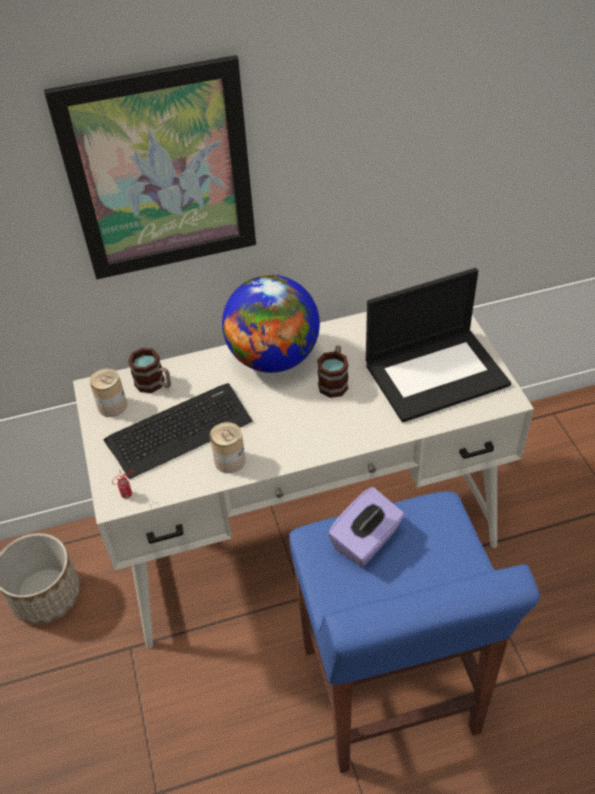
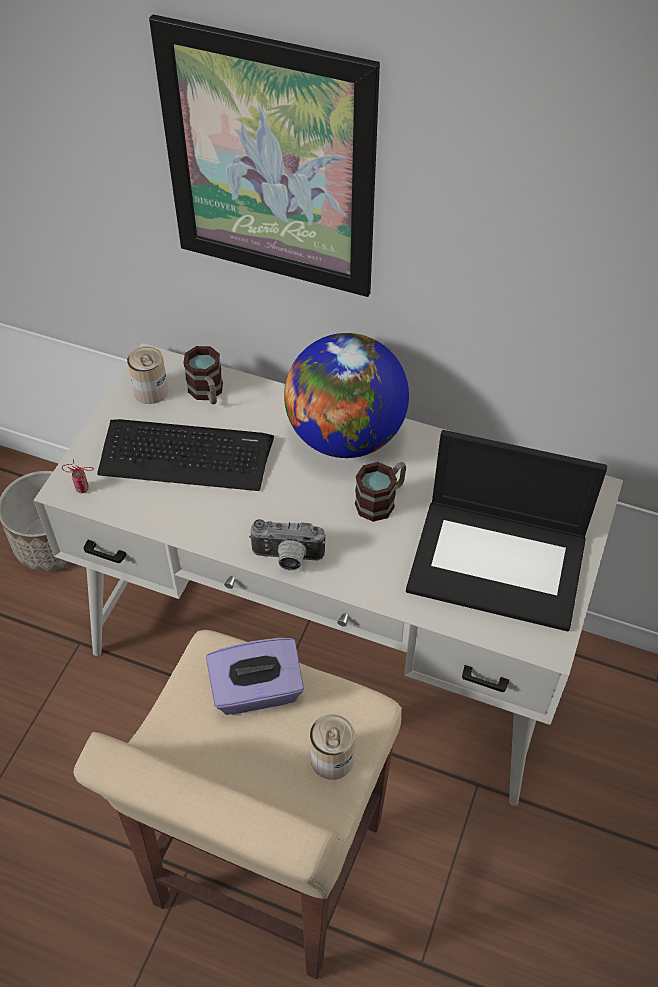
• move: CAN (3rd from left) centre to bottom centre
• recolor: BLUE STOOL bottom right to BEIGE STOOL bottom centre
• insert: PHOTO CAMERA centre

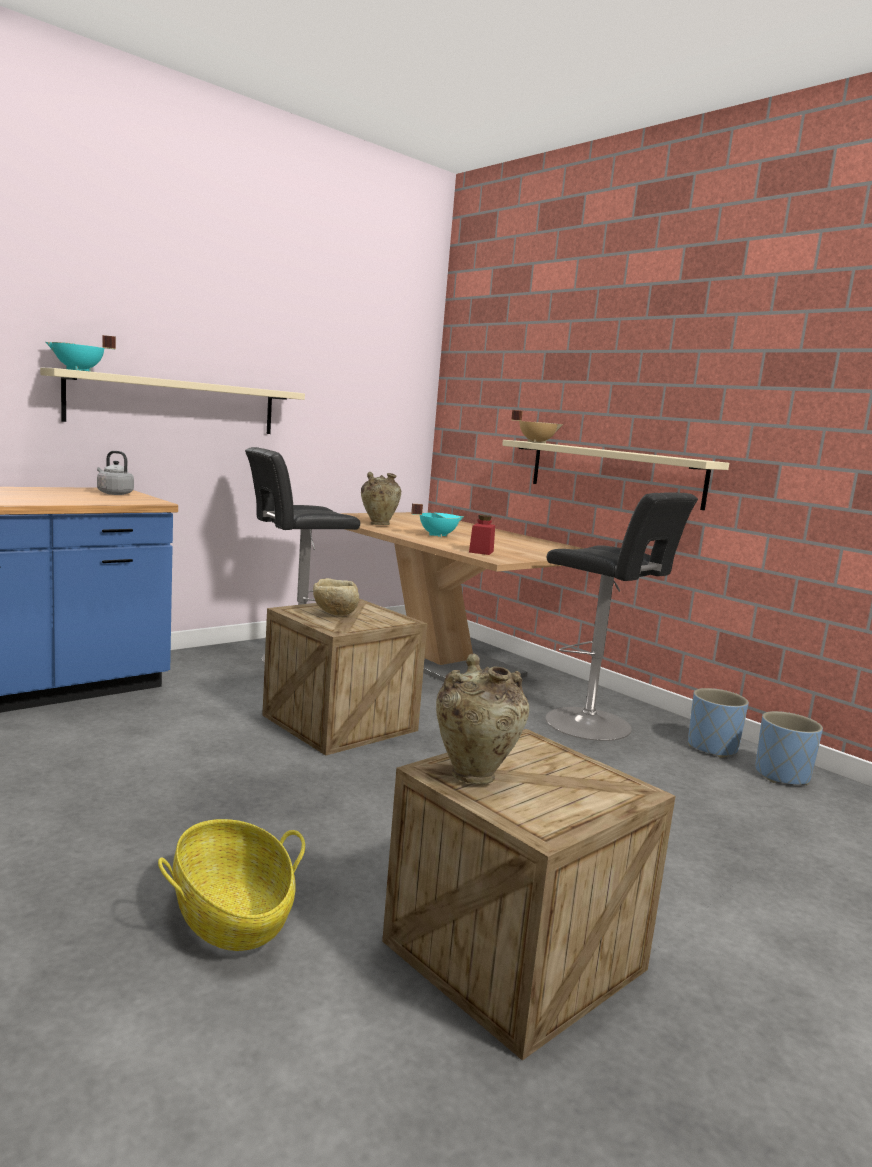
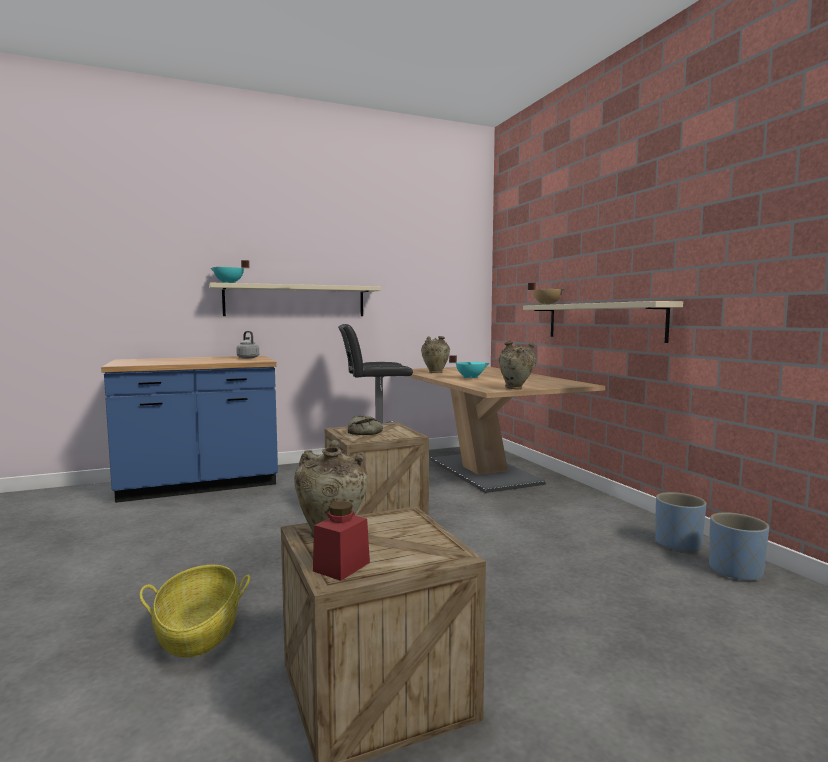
• delete: BLACK STOOL (2nd from left) middle right
• move: RED JAR centre to bottom centre
• replace: BEIGE BOWL centre to BREAD centre
• insert: BEIGE VASE (3rd from left) centre

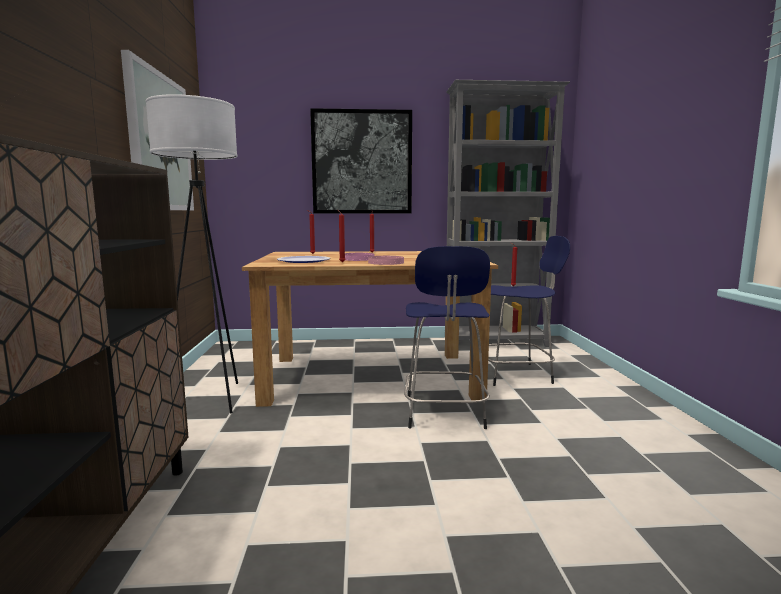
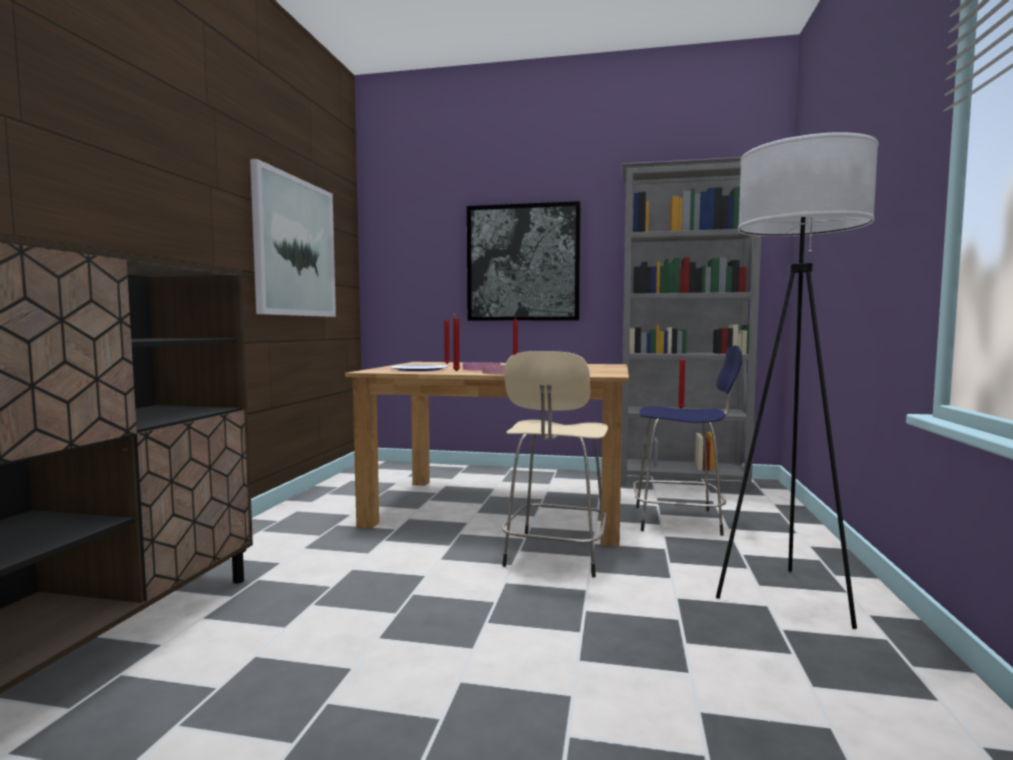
• move: WHITE FLOOR LAMP middle left to middle right
• recolor: BLUE STOOL (1st from left) centre to BEIGE STOOL centre

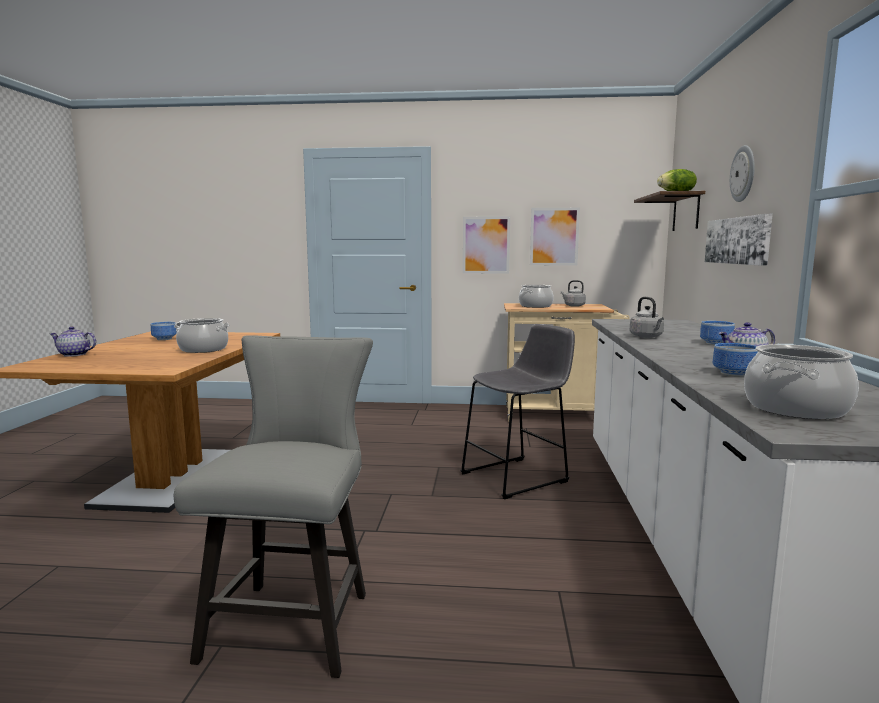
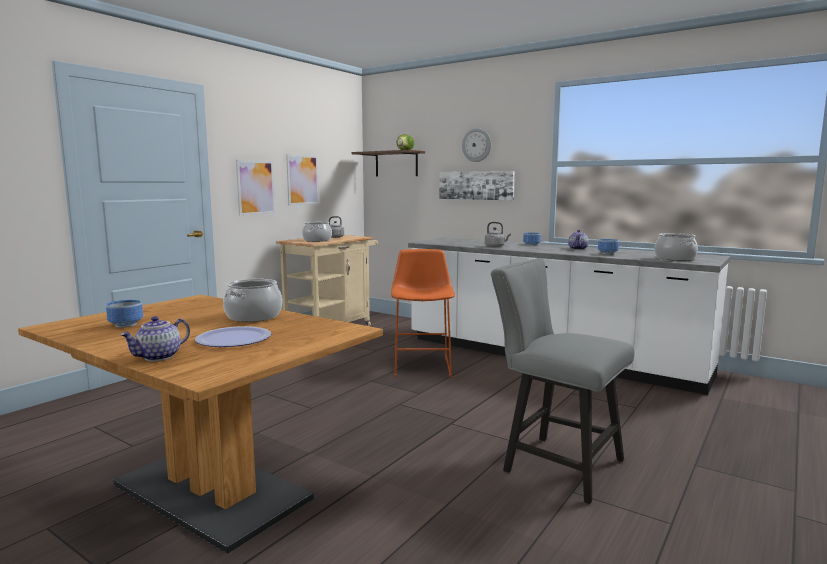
• recolor: GREY STOOL centre to ORANGE STOOL centre
• insert: PLATE middle left

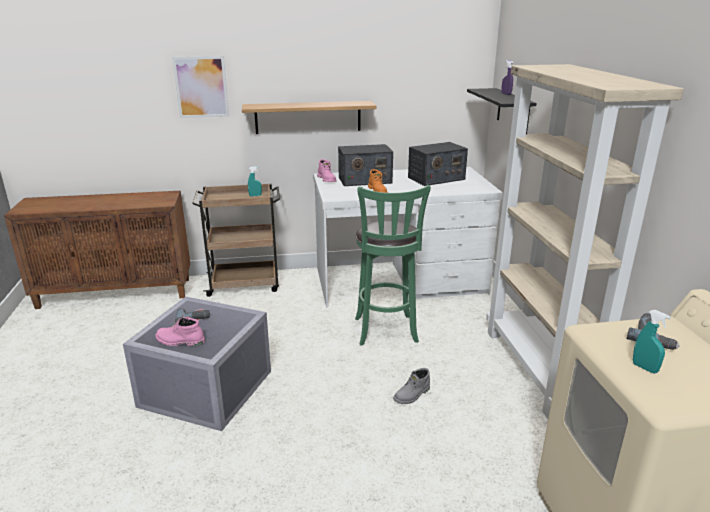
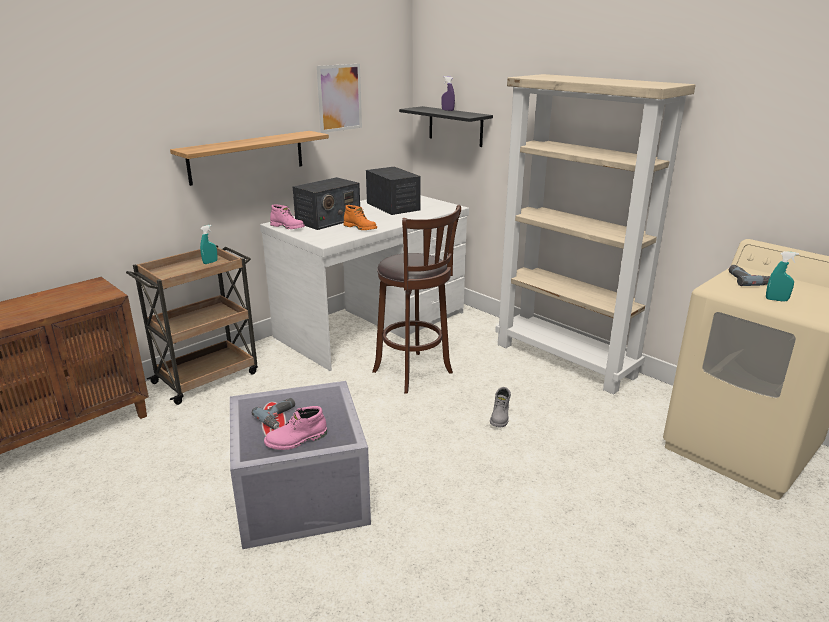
• move: PICTURE top left to top centre
• rotate: RADIO (2nd from left) top centre = top centre 60 degrees counterclockwise
• recolor: GREEN STOOL centre to BROWN STOOL centre

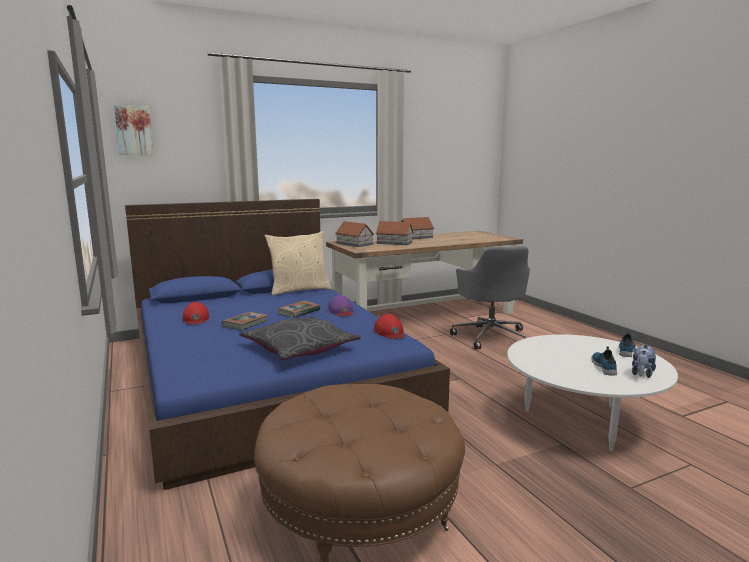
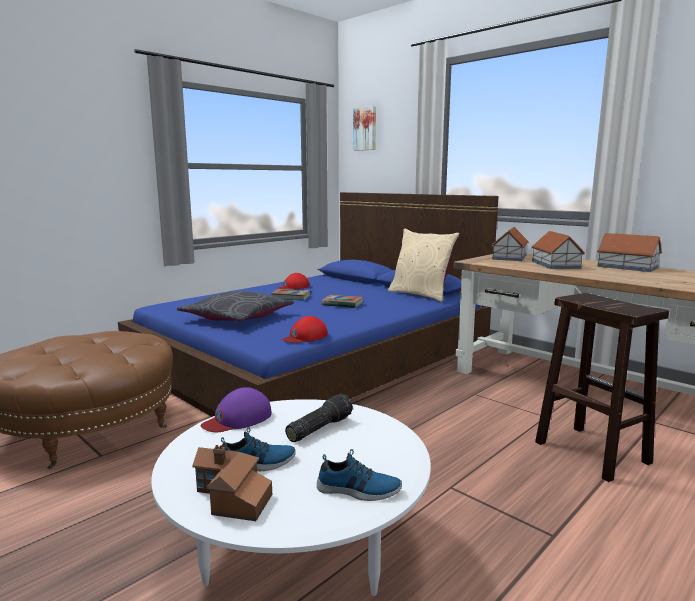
• replace: GREY OFFICE CHAIR centre to BROWN STOOL middle right
• move: PURPLE CAP centre to bottom centre
• replace: PLUSH TOY middle right to TOY HOUSE (1st from left) bottom centre
• insert: FLASHLIGHT bottom centre

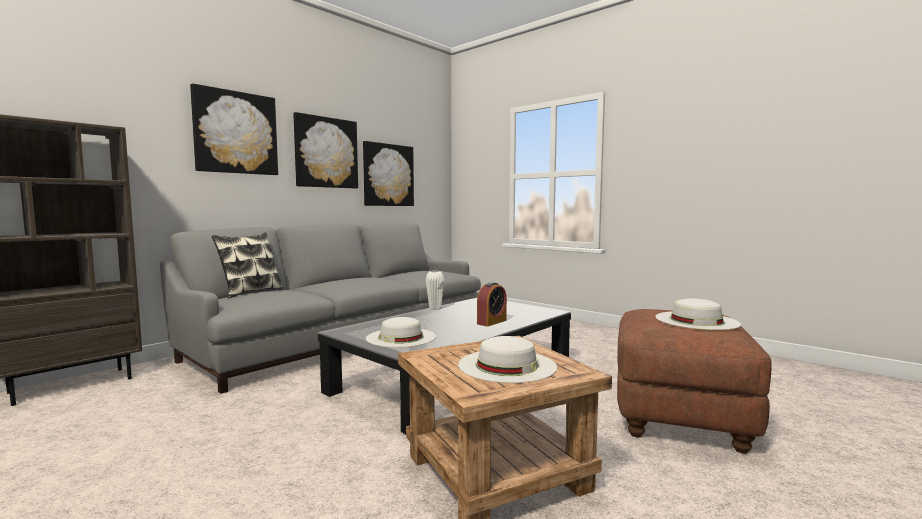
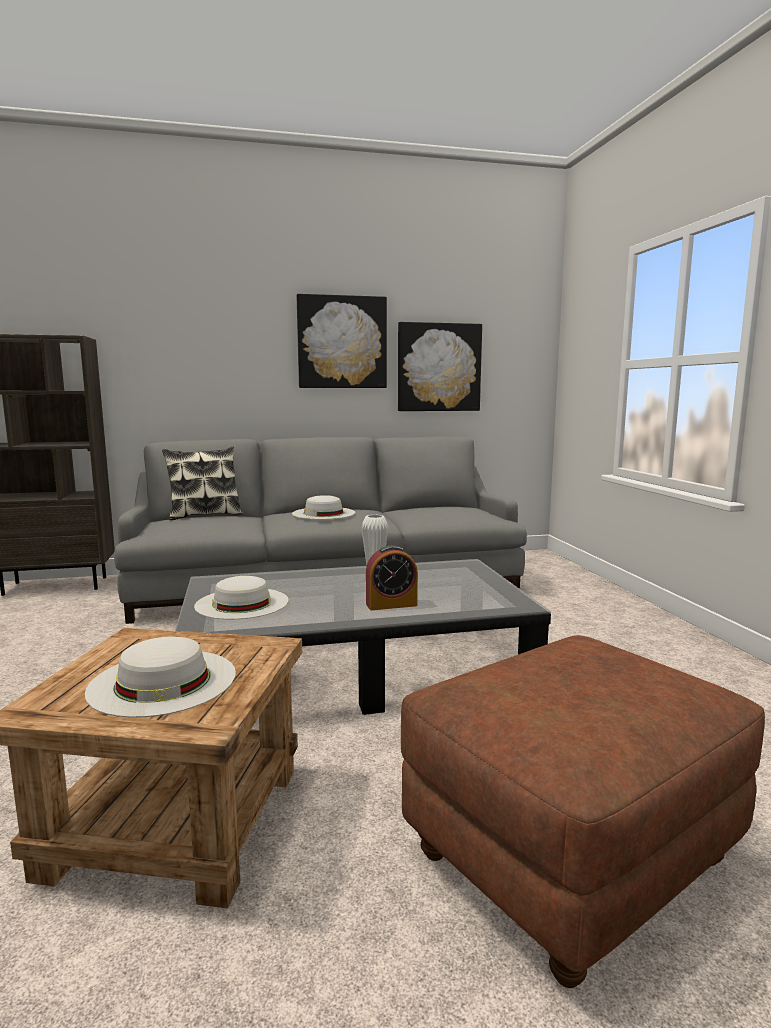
• delete: PICTURE (1st from left) top left
• move: WHITE HAT (3rd from left) middle right to centre

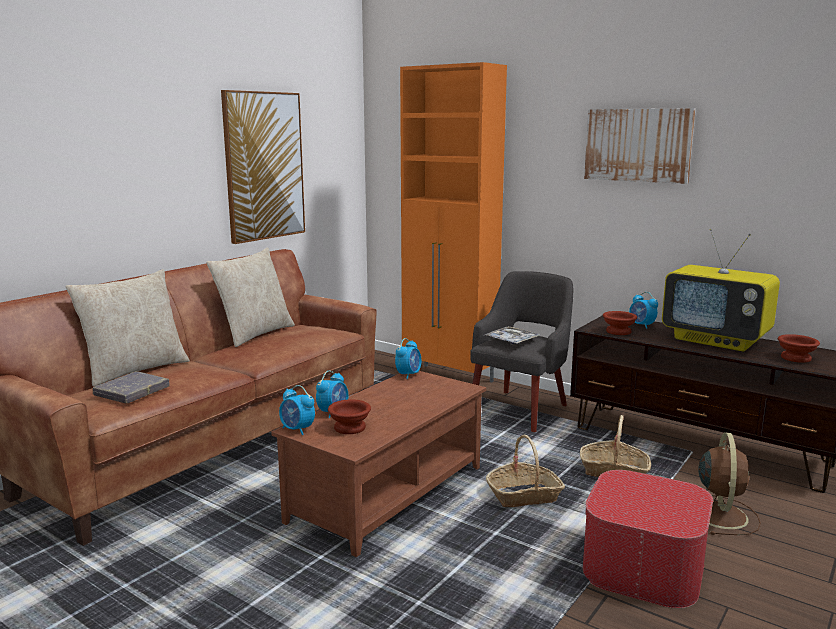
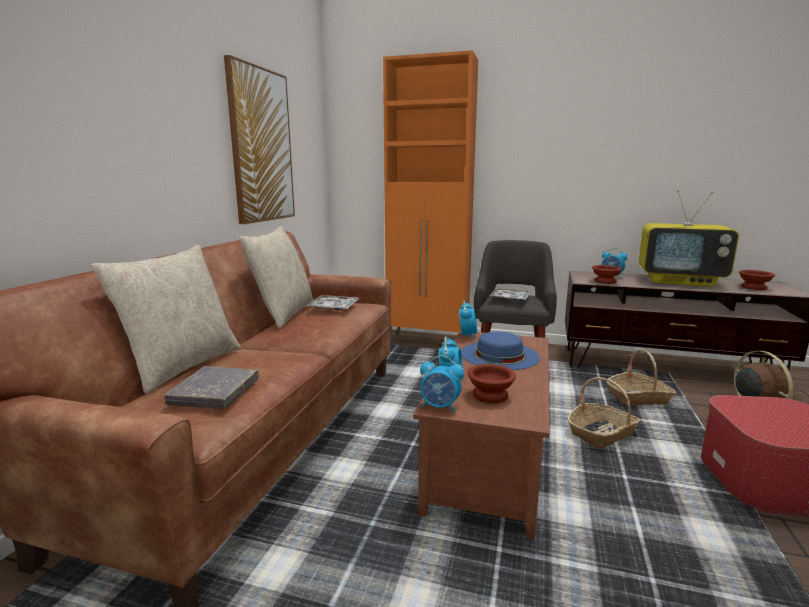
• delete: PICTURE (2nd from left) top right
• insert: TRAY (1st from left) centre
• insert: BLUE HAT centre

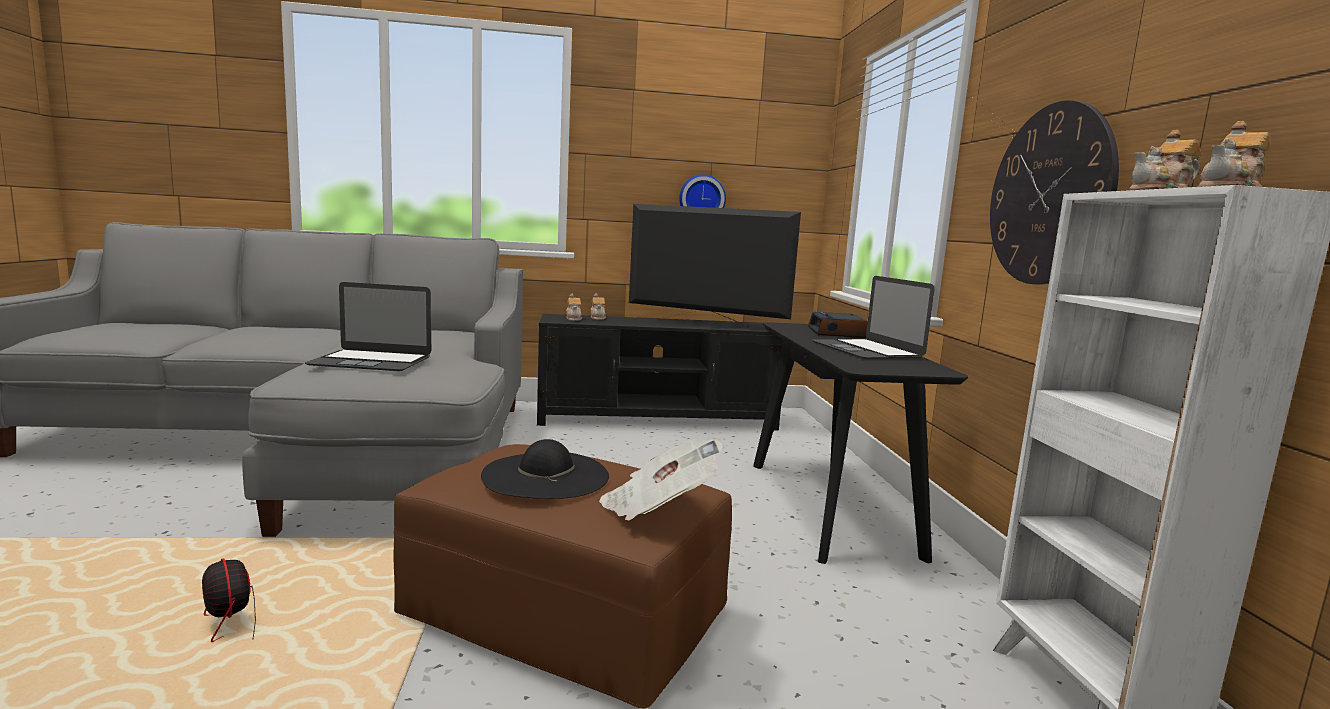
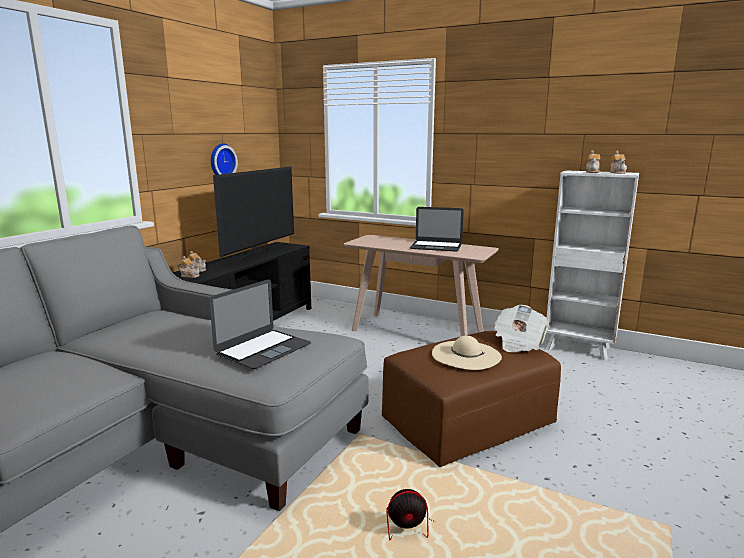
• delete: WALL CLOCK (2nd from left) top right
• rotate: TELEVISION centre = centre 150 degrees clockwise
• delete: ALARM CLOCK centre
• recolor: BLACK CONSOLE TABLE centre to BEIGE CONSOLE TABLE centre
• recolor: BLACK HAT centre to BEIGE HAT centre

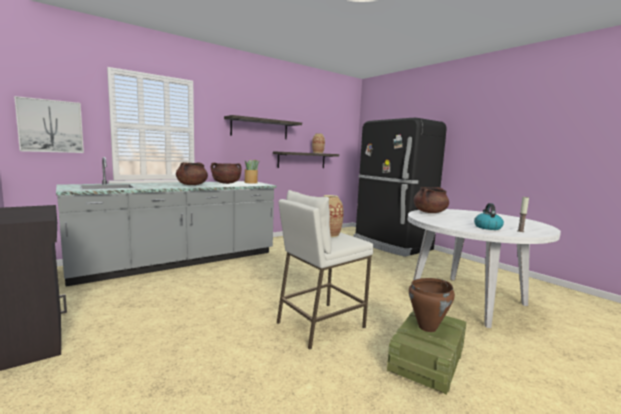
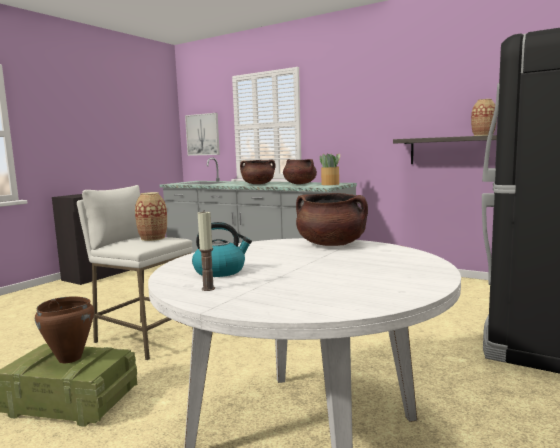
• delete: SHELF (1st from left) top centre

